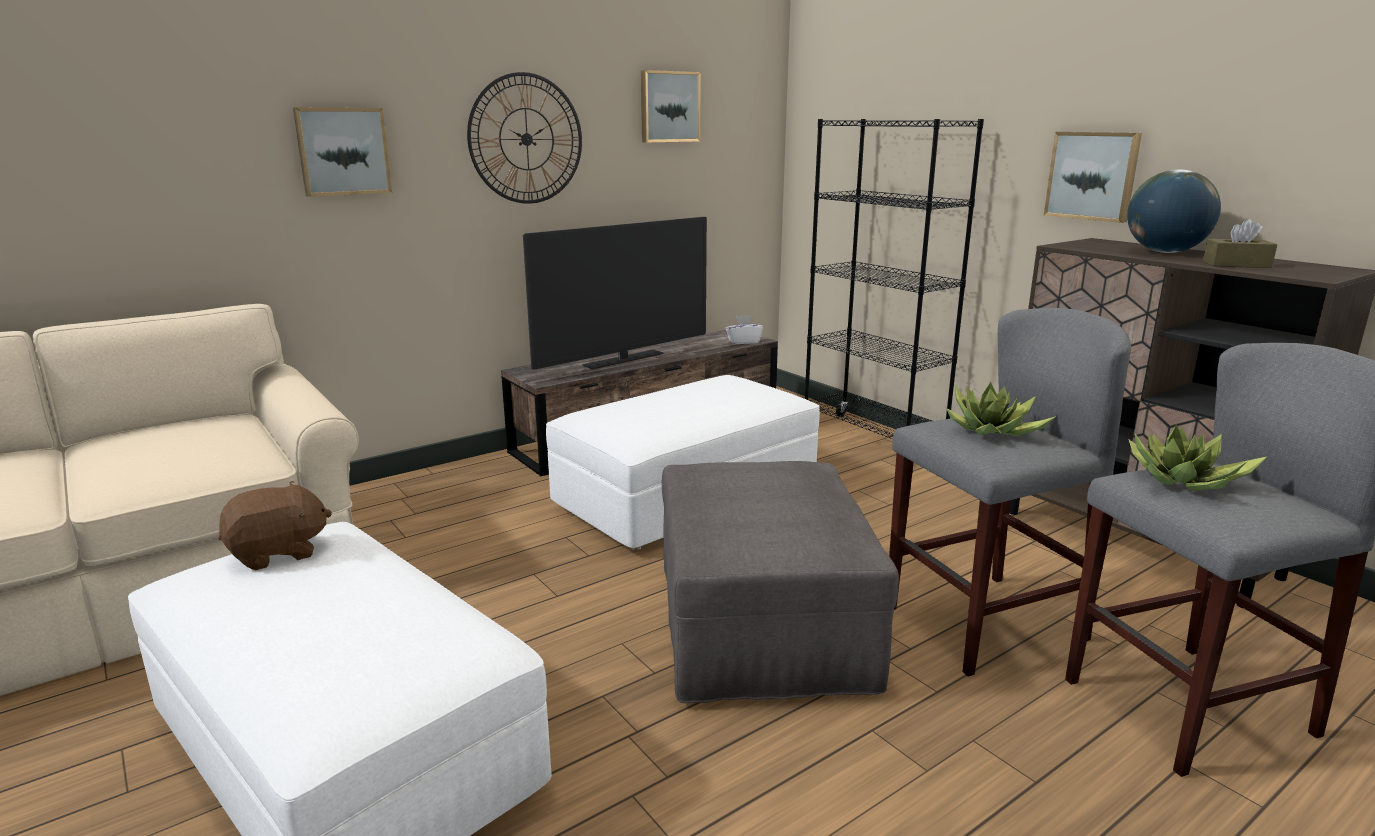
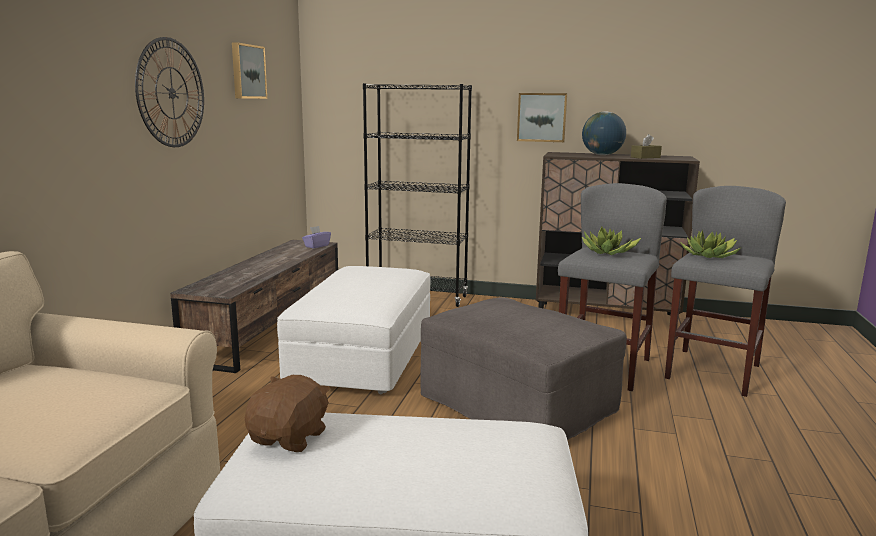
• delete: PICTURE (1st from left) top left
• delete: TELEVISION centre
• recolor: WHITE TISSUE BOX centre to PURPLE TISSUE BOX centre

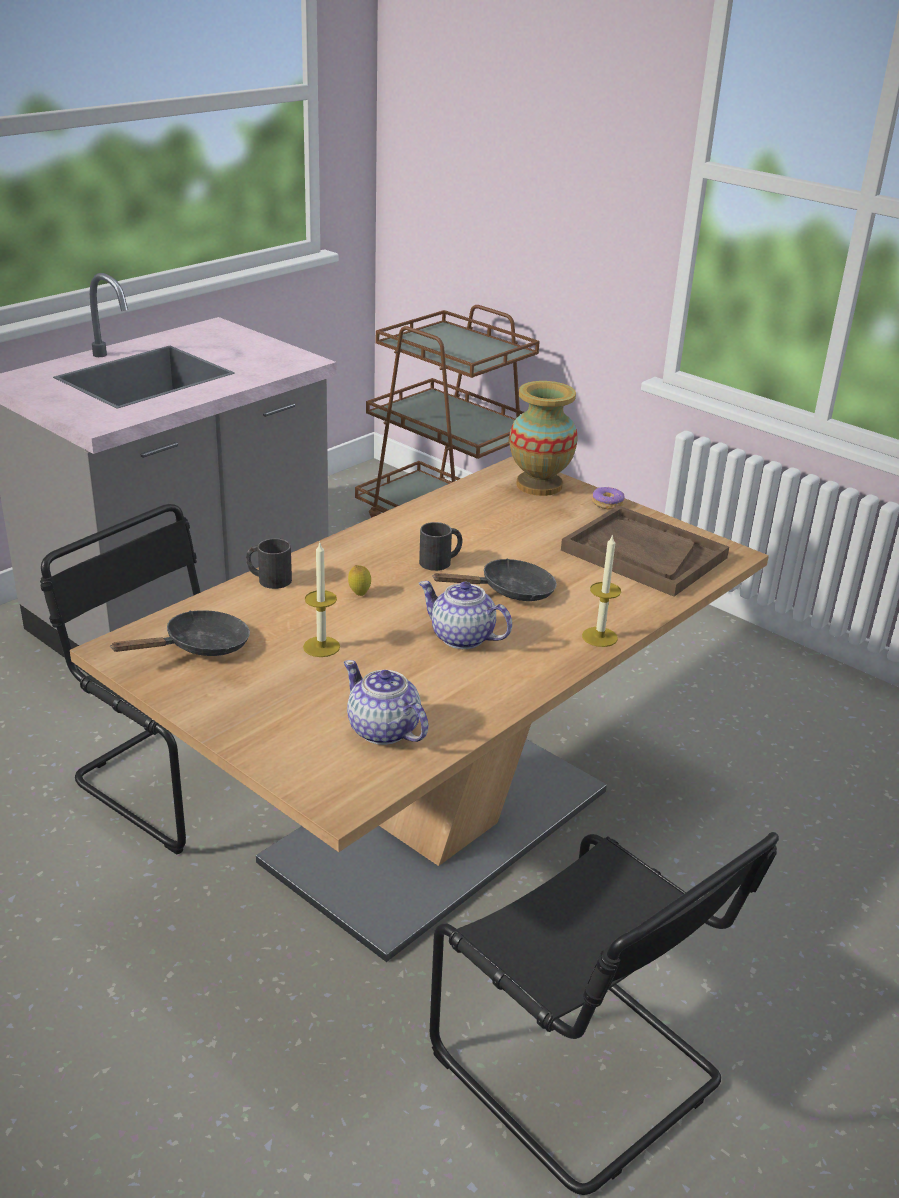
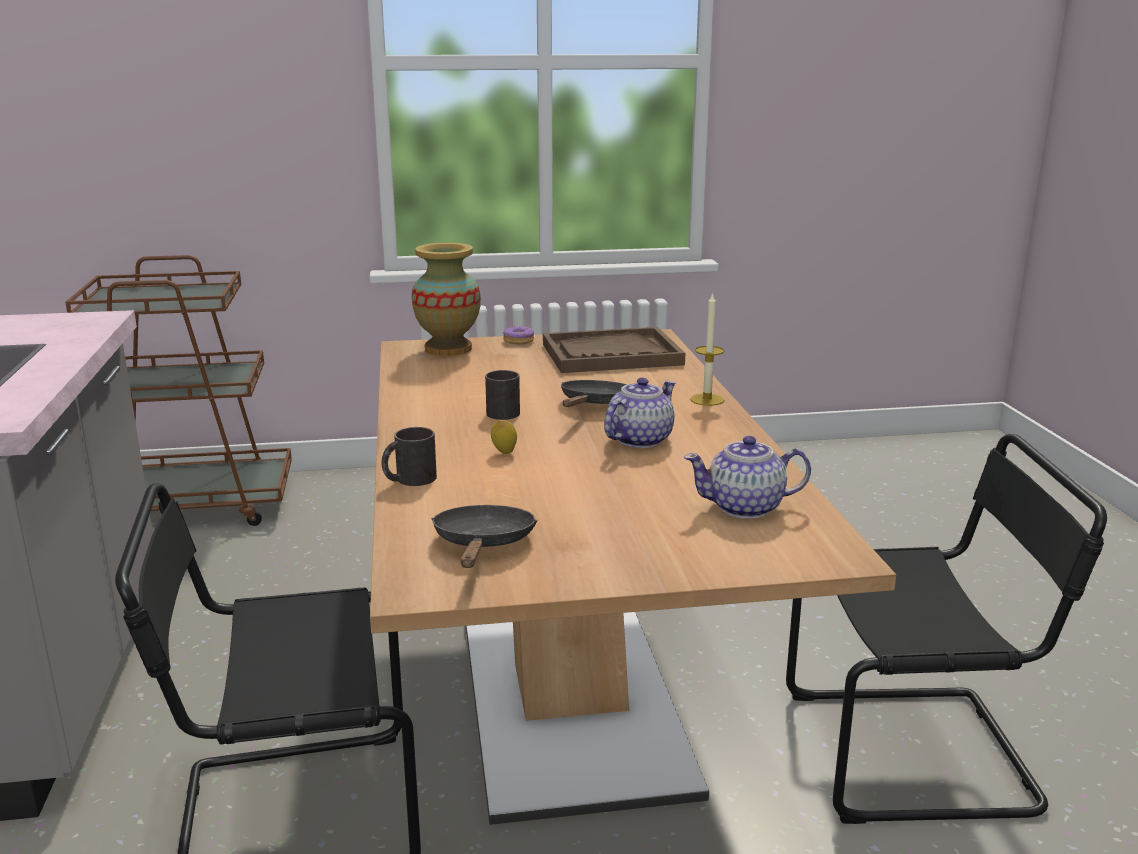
• delete: CANDLE (1st from left) centre
• rotate: TEAPOT (2nd from left in the first image) centre = centre 150 degrees clockwise

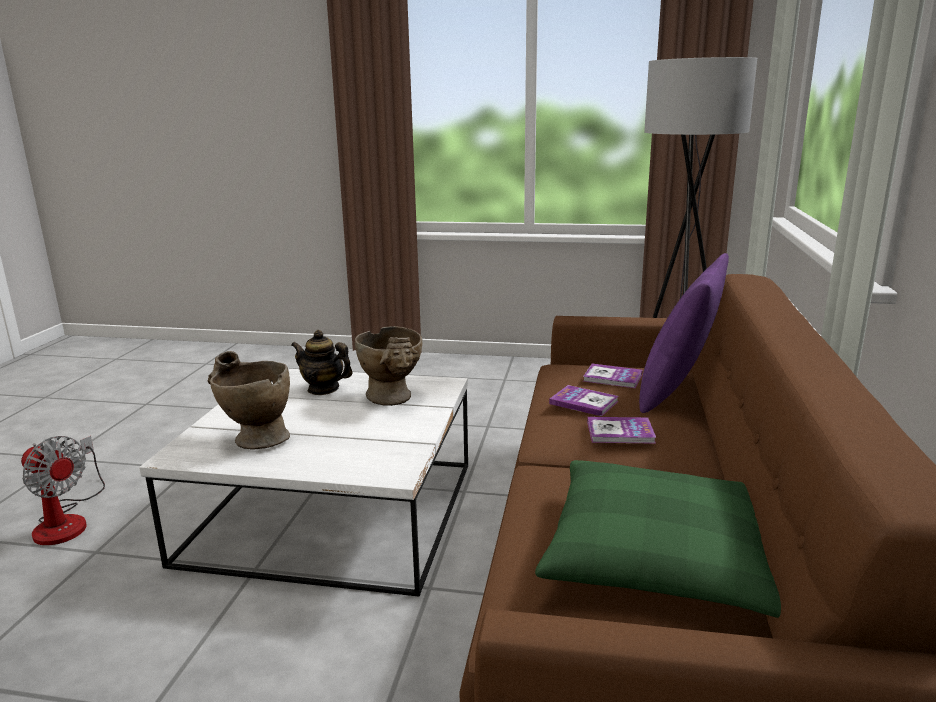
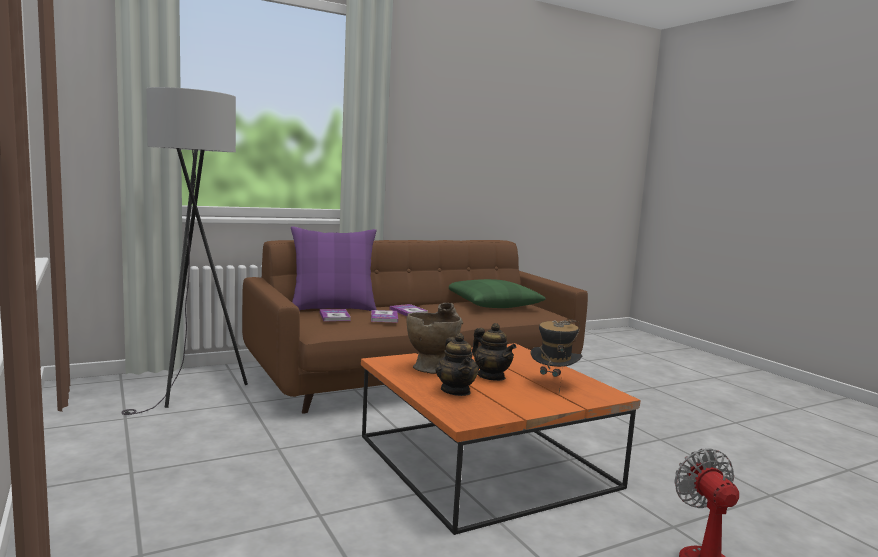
• replace: BEIGE VASE (1st from left) middle left to HAT centre
• recolor: WHITE COFFEE TABLE bottom left to ORANGE COFFEE TABLE bottom centre
• insert: TEAPOT (2nd from left) centre

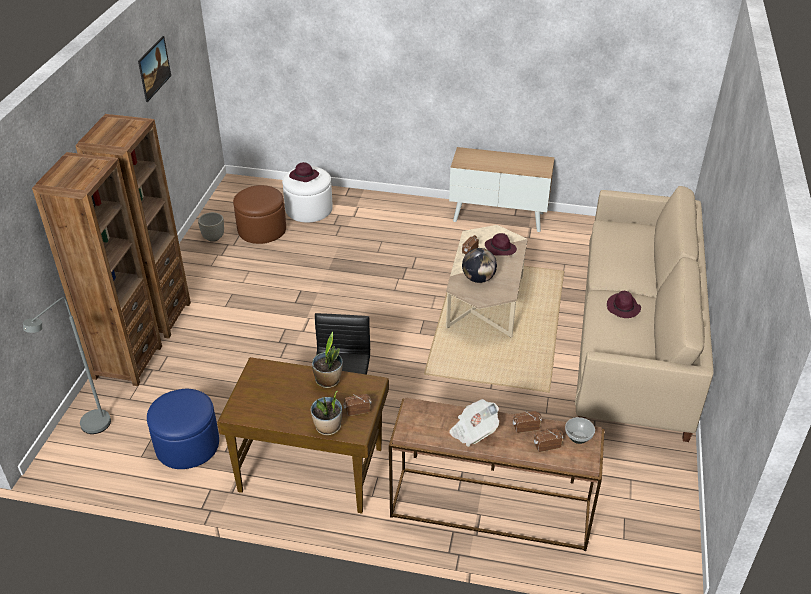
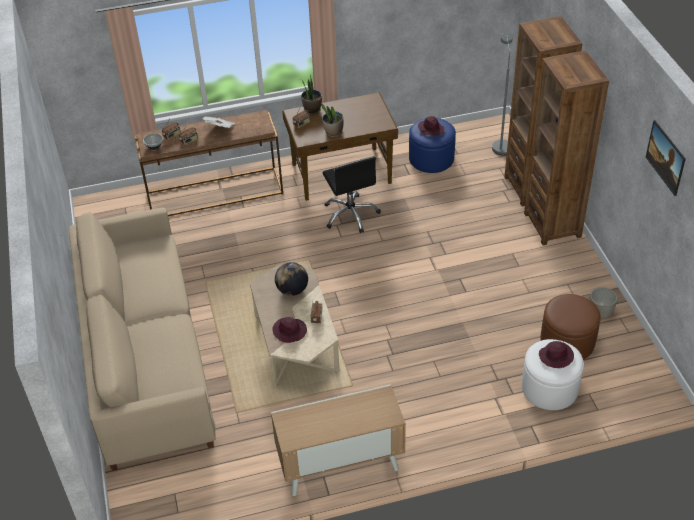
• move: PURPLE HAT (3rd from left in the first image) middle right to PURPLE HAT (2nd from left) top centre

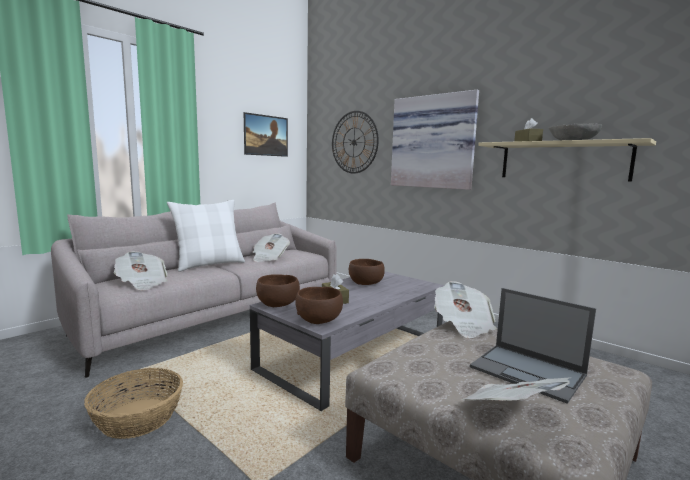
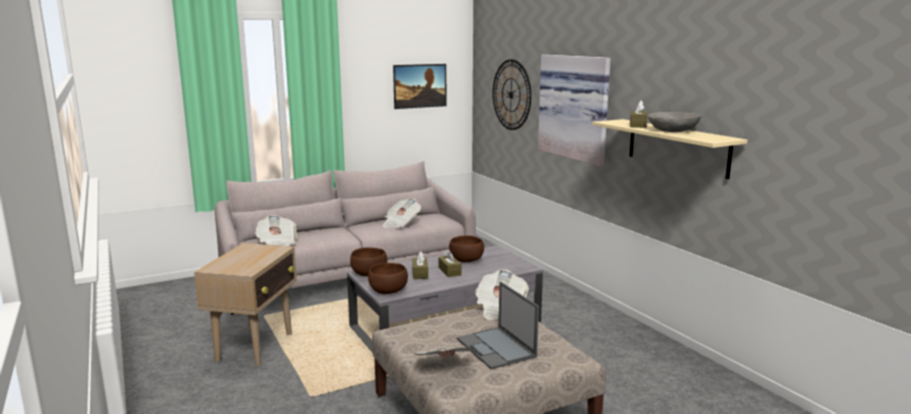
• delete: WHITE PILLOW middle left
• replace: BASKET bottom left to BEIGE SIDE TABLE bottom left
• insert: BROWN TISSUE BOX (2nd from left) centre

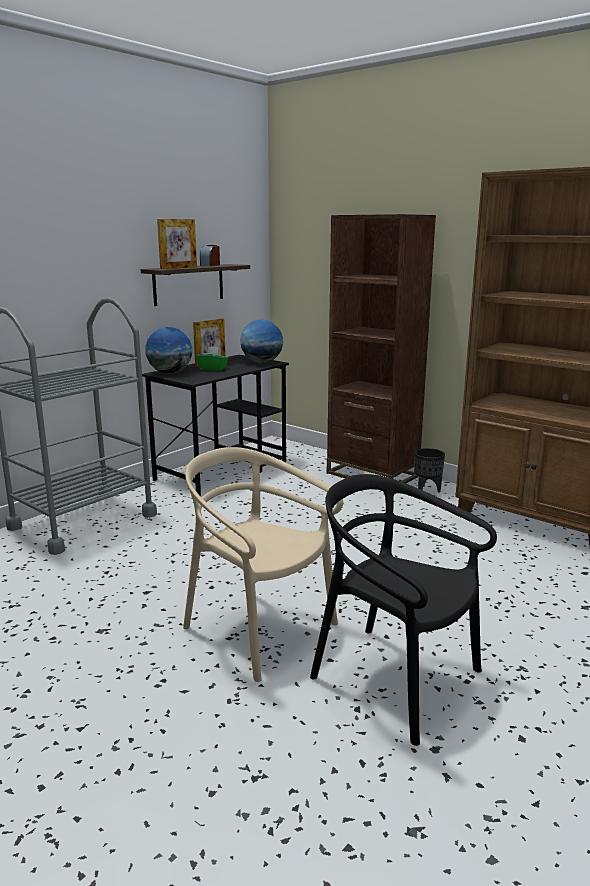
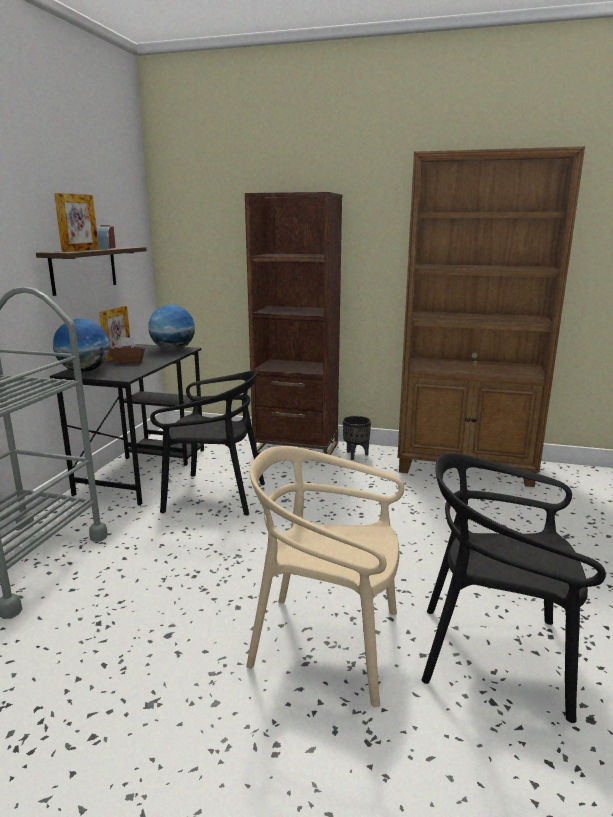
• recolor: GREEN TISSUE BOX centre to BROWN TISSUE BOX middle left
• insert: BLACK CHAIR (1st from left) centre

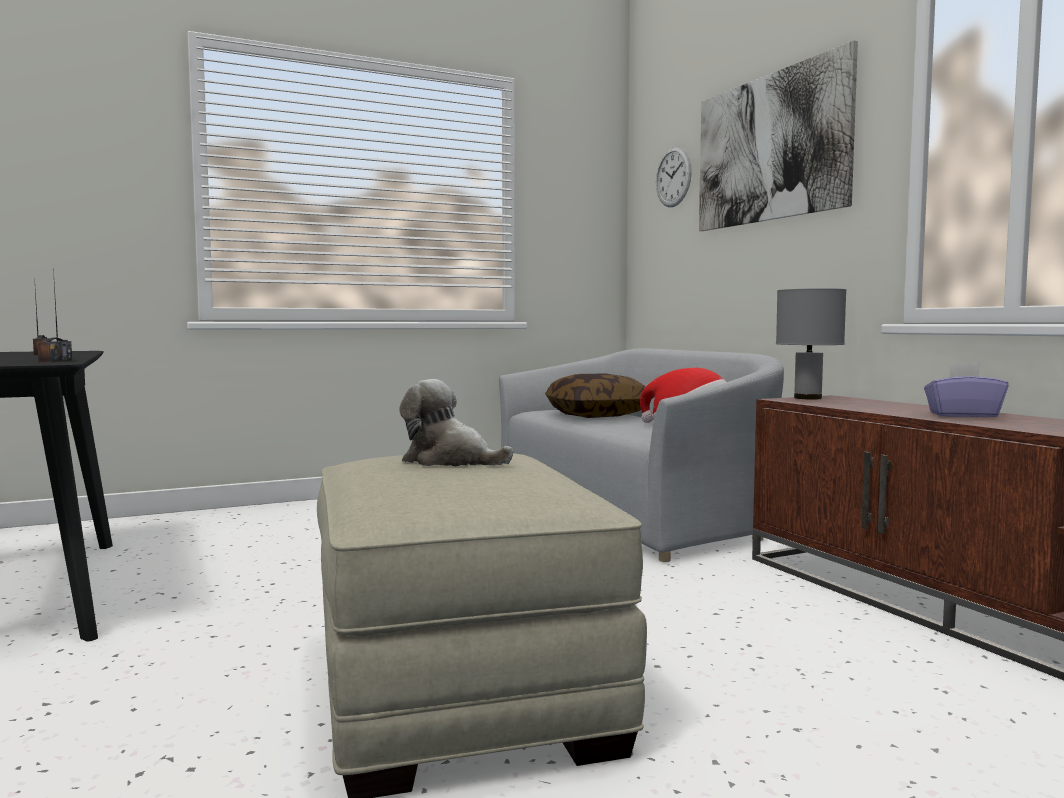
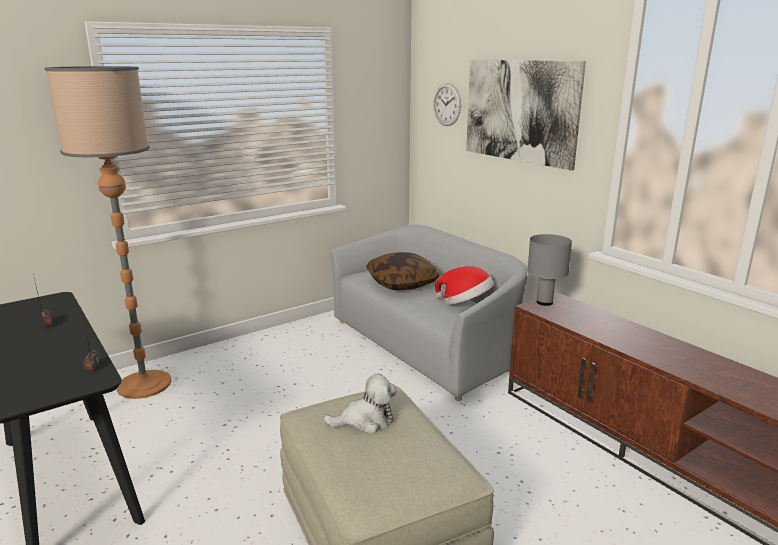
• delete: PURPLE TISSUE BOX middle right
• rotate: PLUSH TOY centre = bottom centre 150 degrees clockwise
• insert: FLOOR LAMP middle left

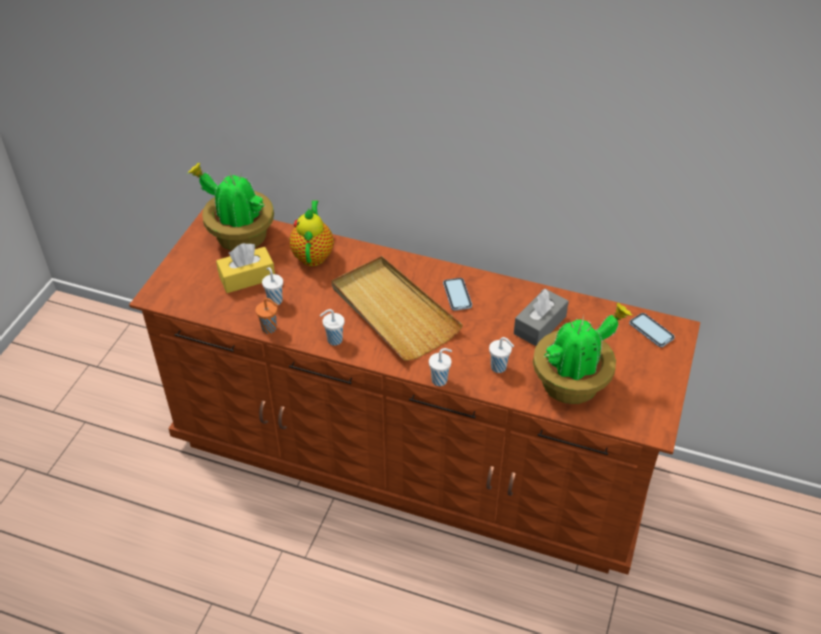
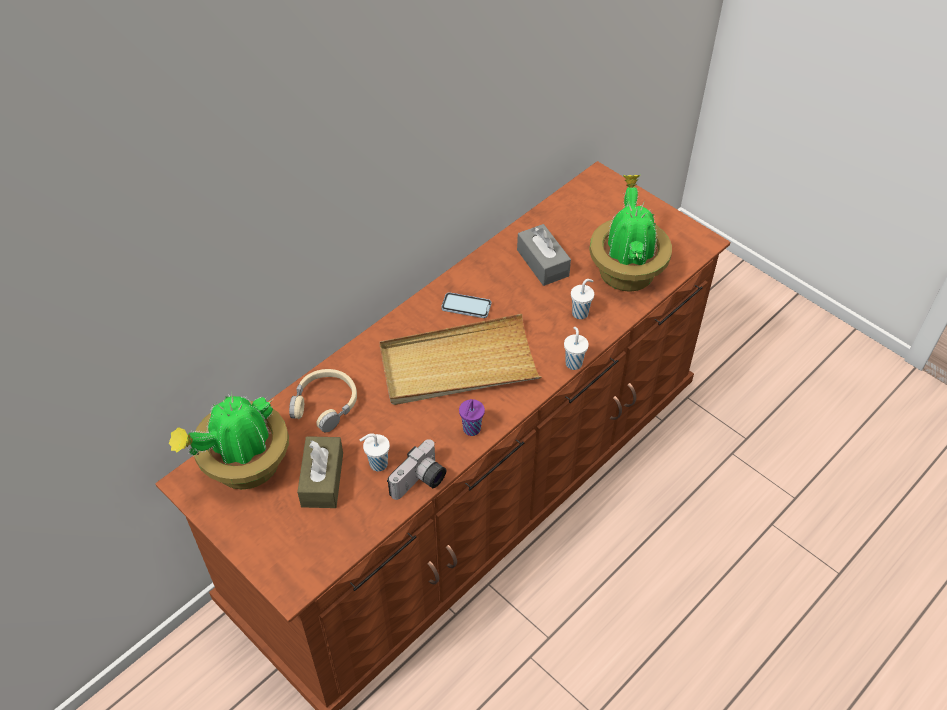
• replace: TEAPOT centre to BEIGE HEADPHONES centre
• recolor: YELLOW TISSUE BOX middle left to BROWN TISSUE BOX centre
• replace: ORANGE CUP middle left to PHOTO CAMERA centre
• recolor: WHITE CUP (2nd from left) centre to PURPLE CUP centre
• delete: PHONE (2nd from left) middle right

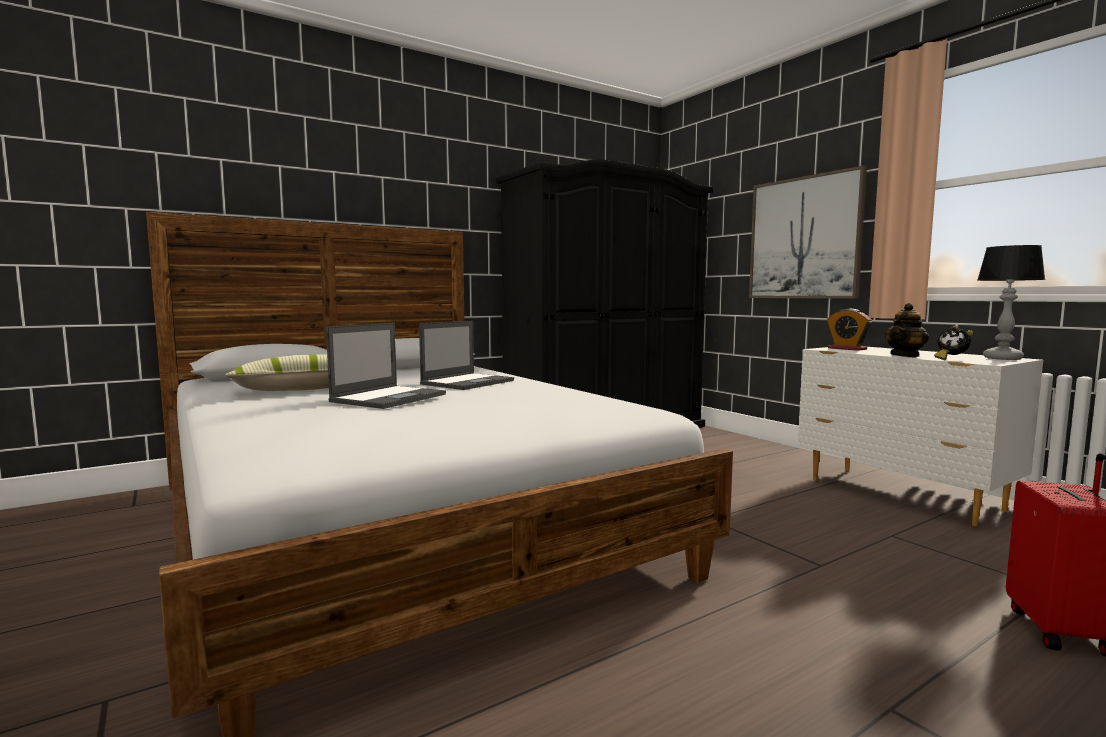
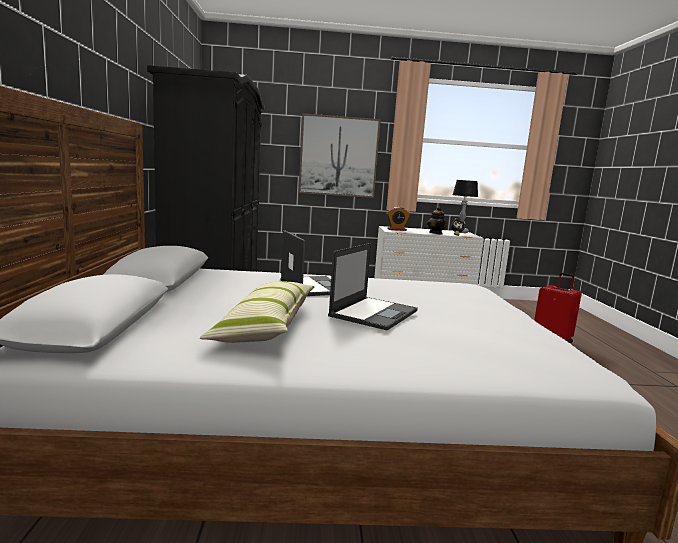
• rotate: LAPTOP (1st from left in the first image) centre = centre 60 degrees clockwise

